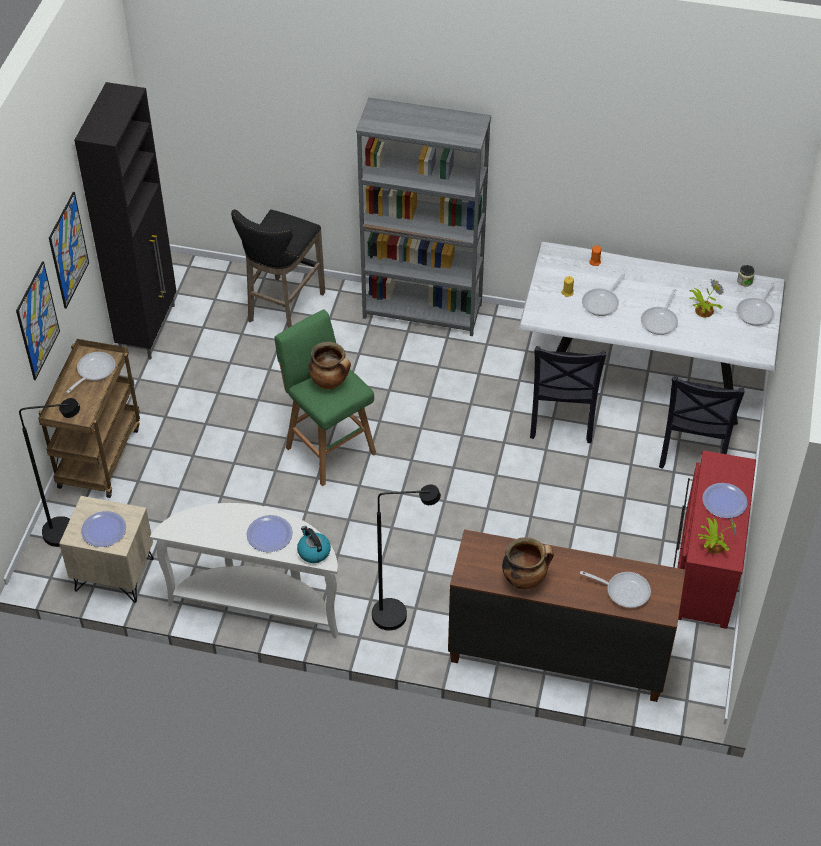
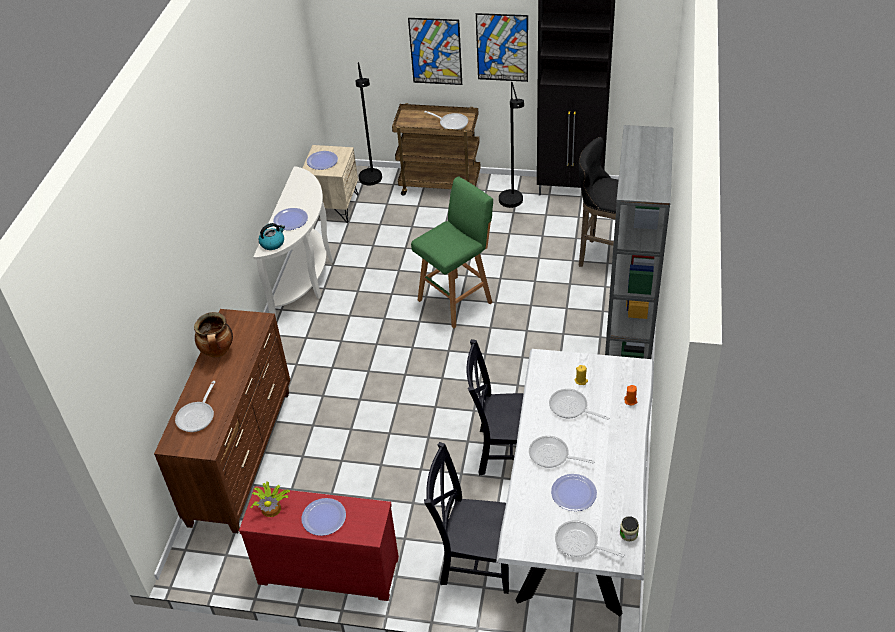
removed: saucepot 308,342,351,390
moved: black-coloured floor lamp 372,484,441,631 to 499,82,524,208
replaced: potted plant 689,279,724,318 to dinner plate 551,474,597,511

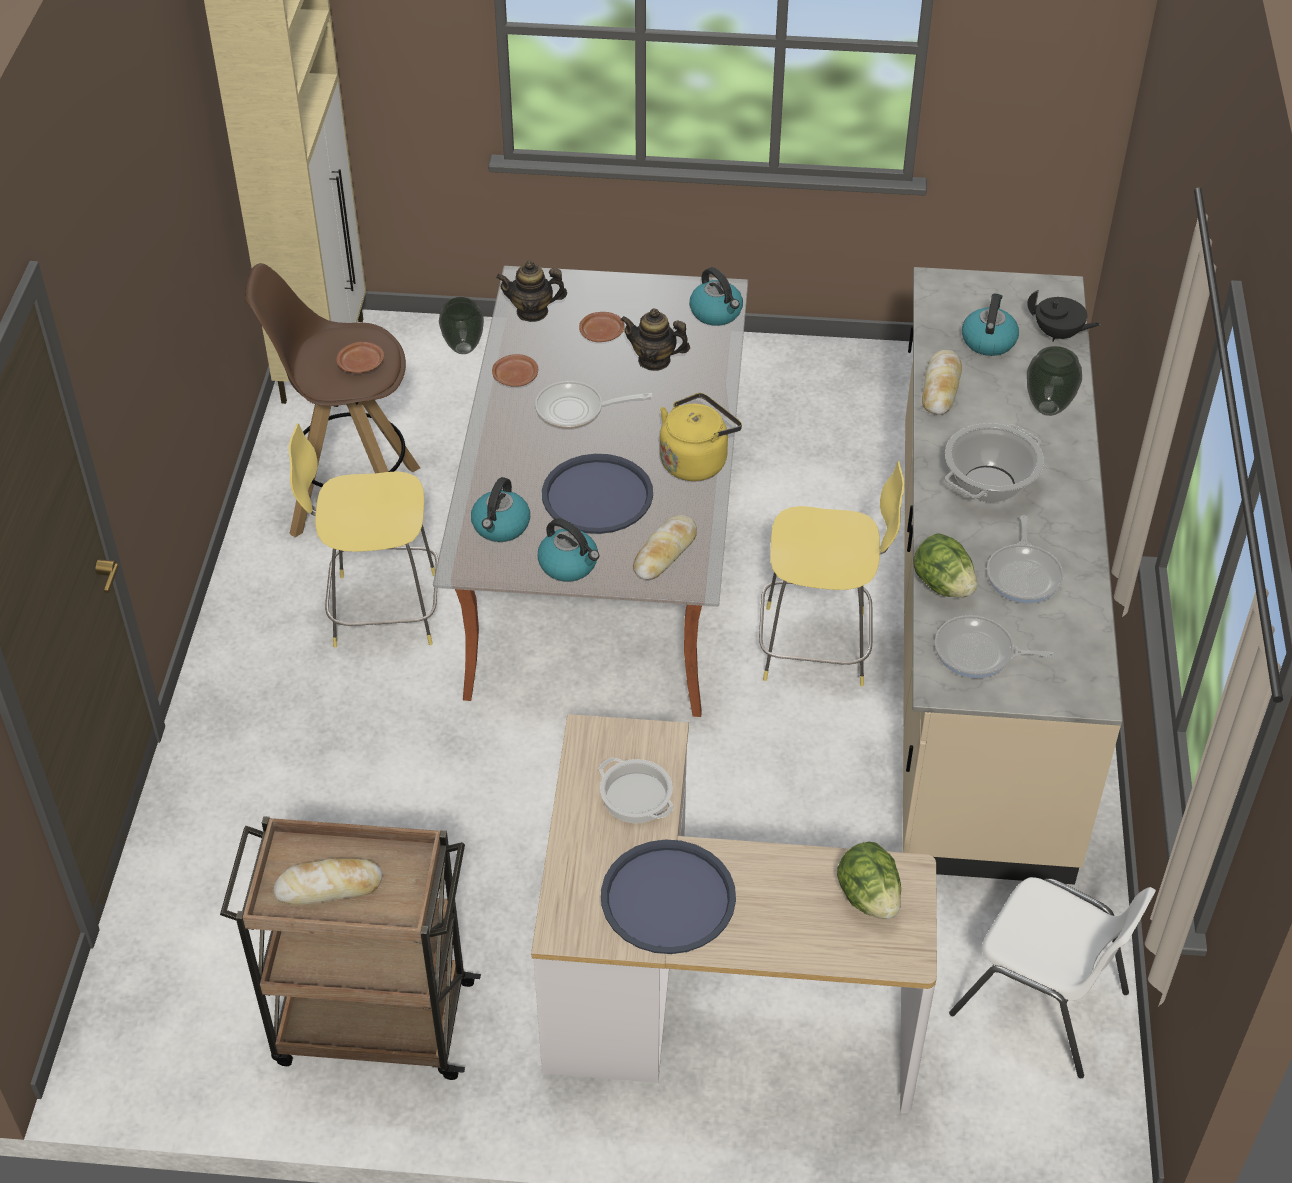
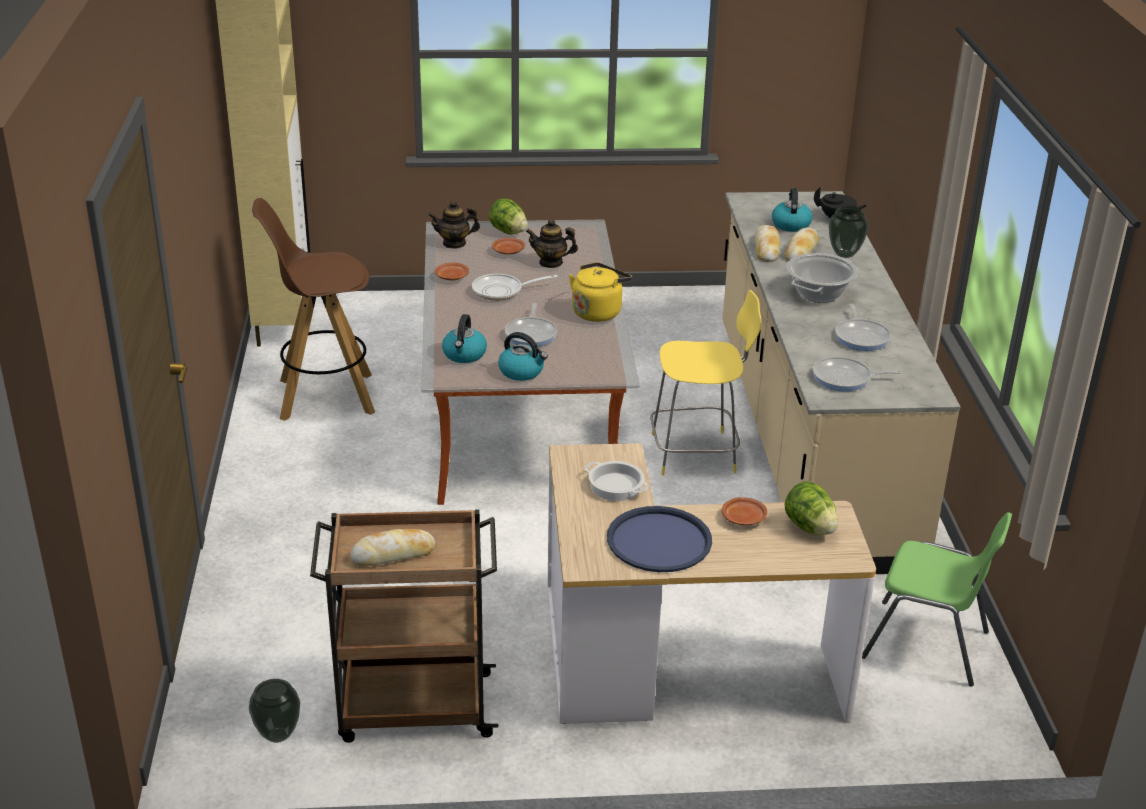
removed: kettle 690,267,743,326; yellow-coloured stool 289,423,438,647
moved: decorative vase 439,297,484,354 to 249,679,300,743; brown-coloured dinner plate 336,342,384,373 to 722,497,768,525; baked bread 633,515,697,580 to 784,228,819,261; lettuce 913,533,977,597 to 489,199,528,234
replaced: bluish tray 542,454,653,534 to pan 505,303,557,347
recoloured: white-coloured plain chair 949,877,1156,1078 to green-coloured plain chair 862,512,1012,687

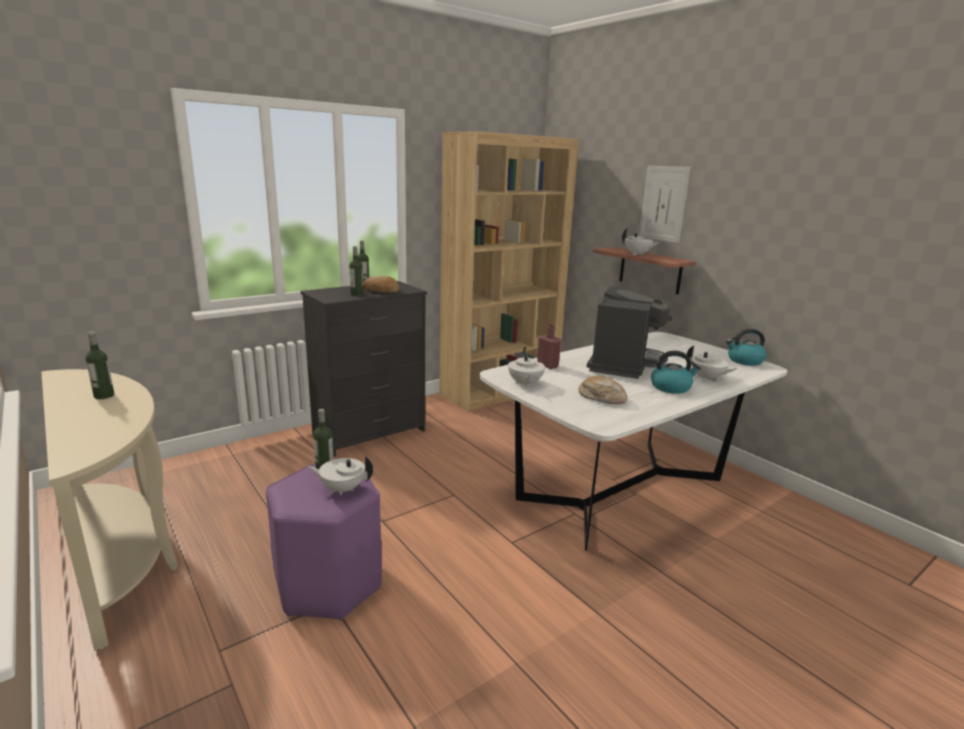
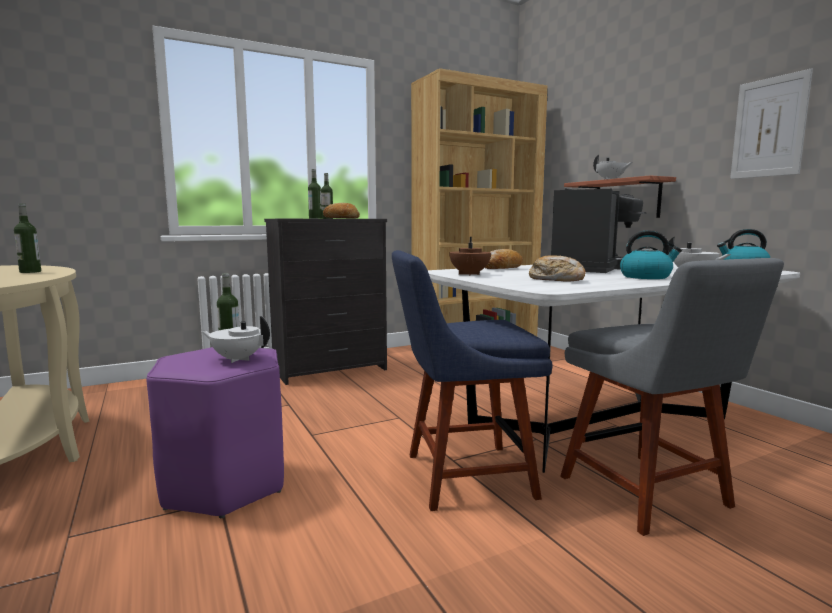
added: bluish plain chair 392,250,553,511; greyish plain chair 560,258,784,536
moved: wall picture 639,166,690,243 to 730,68,813,179
replaced: red-coloured drink bottle 537,322,561,369 to baked bread 485,249,523,269
recoloured: white-coloured pot for tea 508,347,545,388 to brown-coloured pot for tea 449,237,491,276

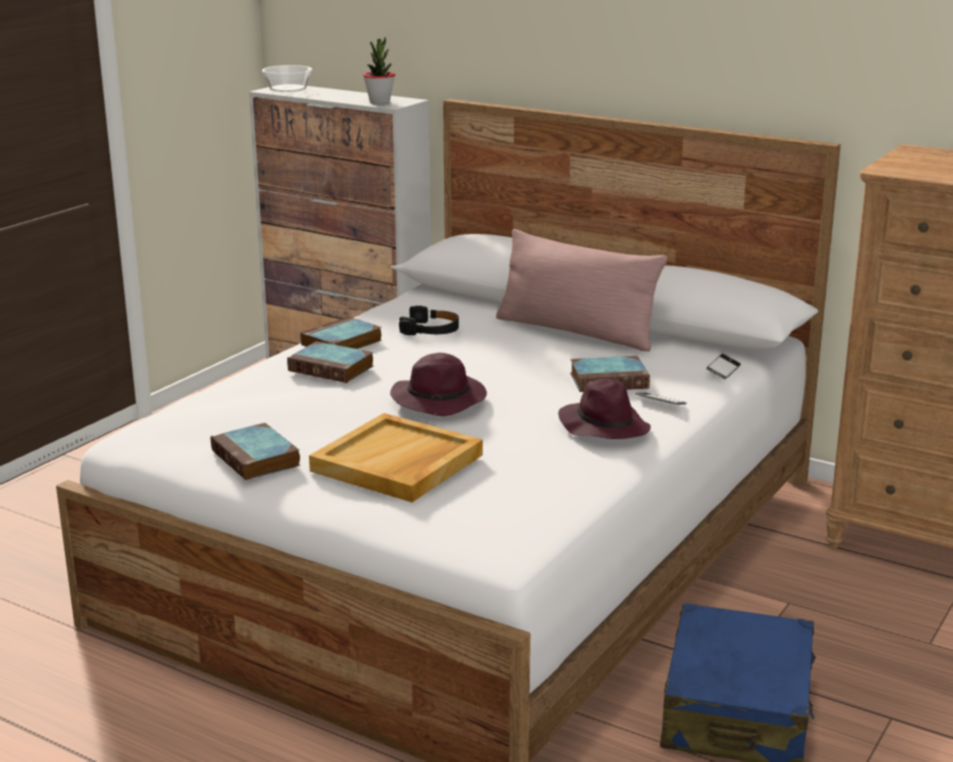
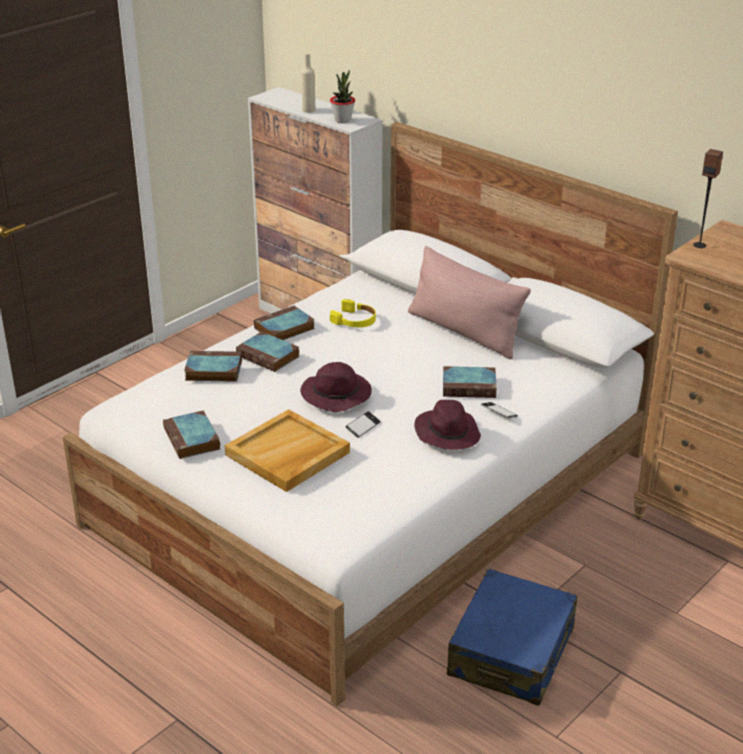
removed: bowl 262,65,312,92
added: beige drink bottle 301,53,315,113; speaker 693,149,723,248; book 184,351,242,382
moved: phone 706,354,741,379 to 346,411,381,438
recoloured: black-coloured pair of headphones 399,306,459,335 to yellow-coloured pair of headphones 330,299,376,327

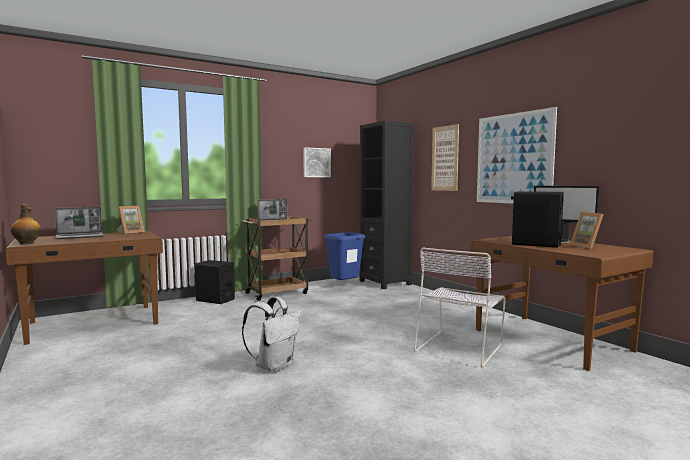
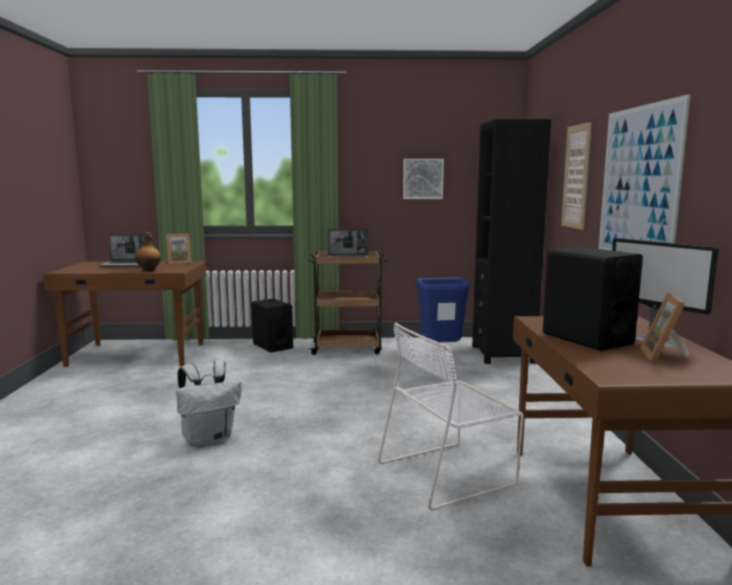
moved: drink bottle 11,204,41,245 to 135,232,161,272

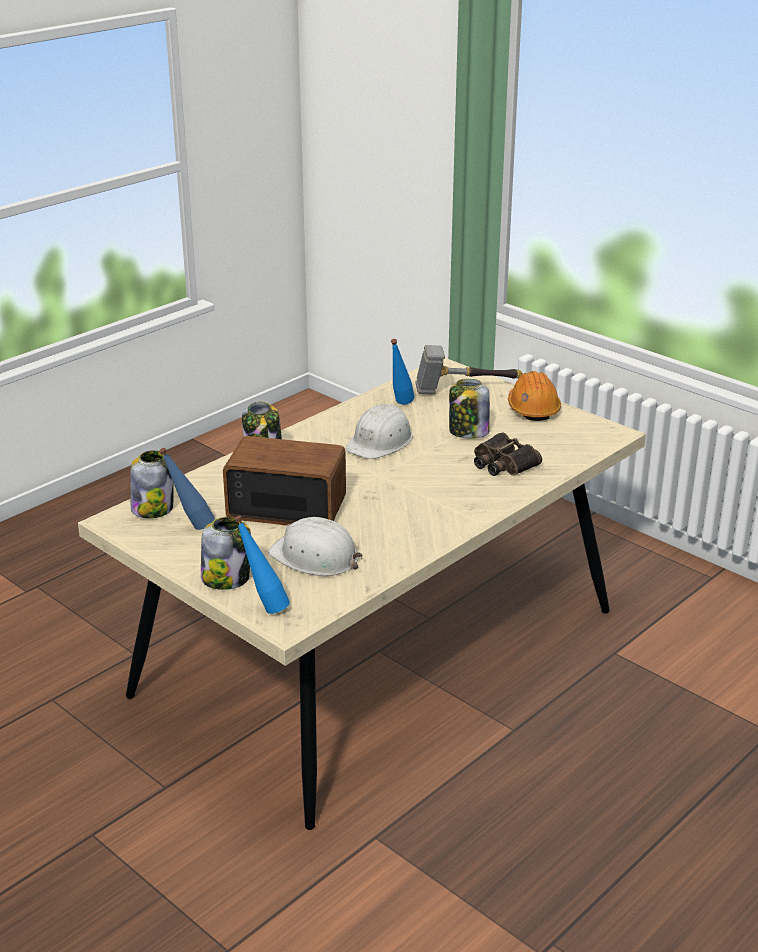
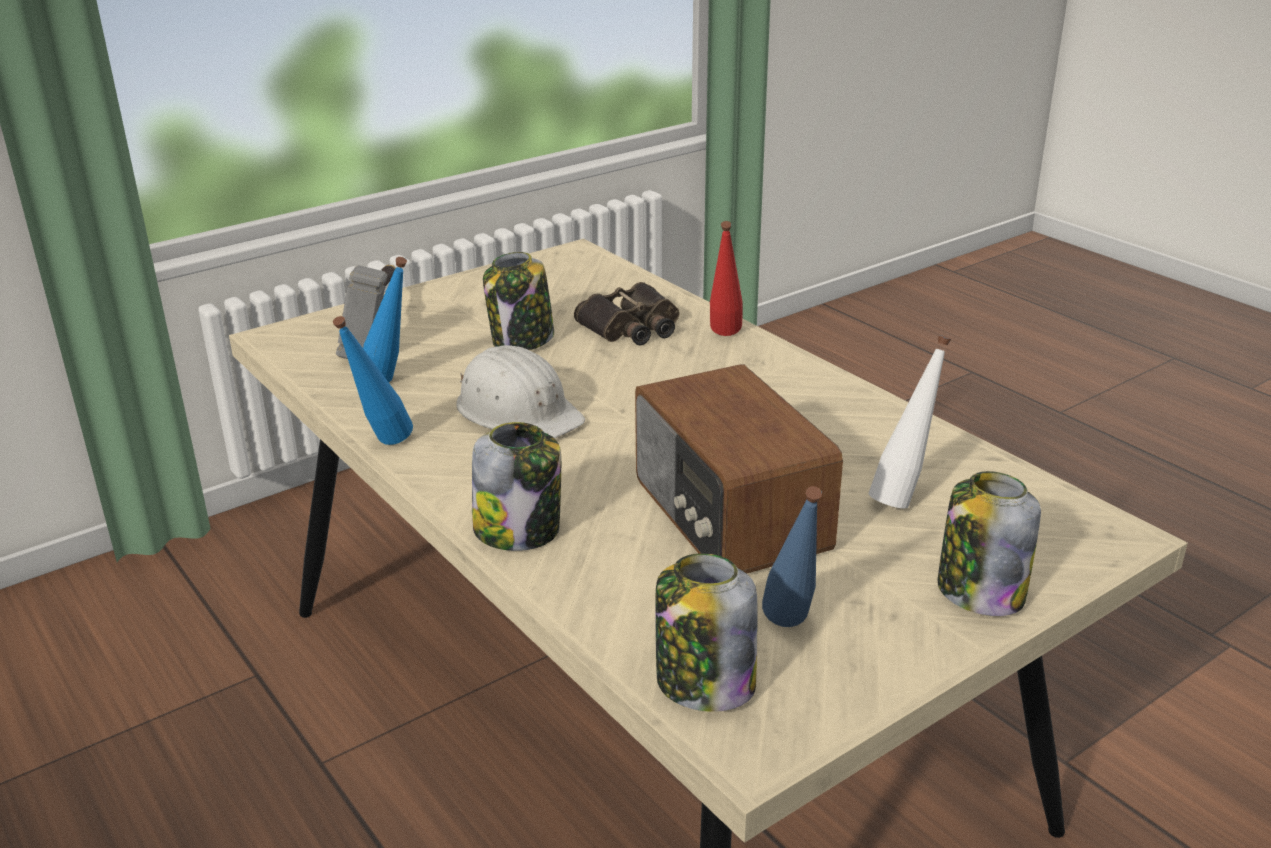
removed: orangey work helmet 508,371,561,421
added: red-coloured drink bottle 710,221,743,336
moved: bluish drink bottle 234,516,290,614 to 333,316,413,445
replaced: white-coloured work helmet 268,517,363,576 to white-coloured drink bottle 868,335,951,508
turned: radio receiver 223,436,346,525 = 635,364,843,574 45 degrees counterclockwise

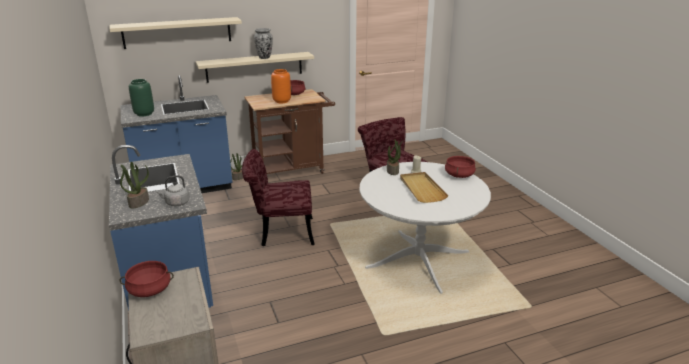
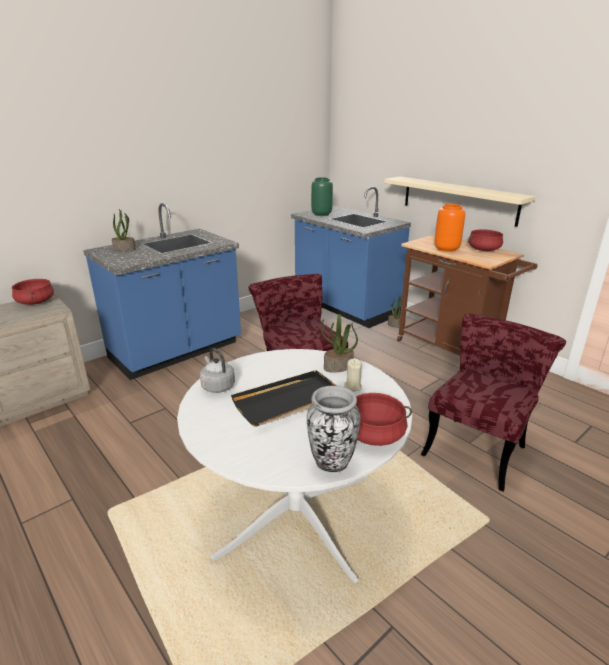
removed: beige bracket shelf 109,17,242,49
moved: decorative vase 254,28,273,59 to 307,386,361,472; greyish kettle 156,175,190,206 to 200,348,235,393
recoloured: beige tray 400,172,448,203 to black-coloured tray 231,370,337,427

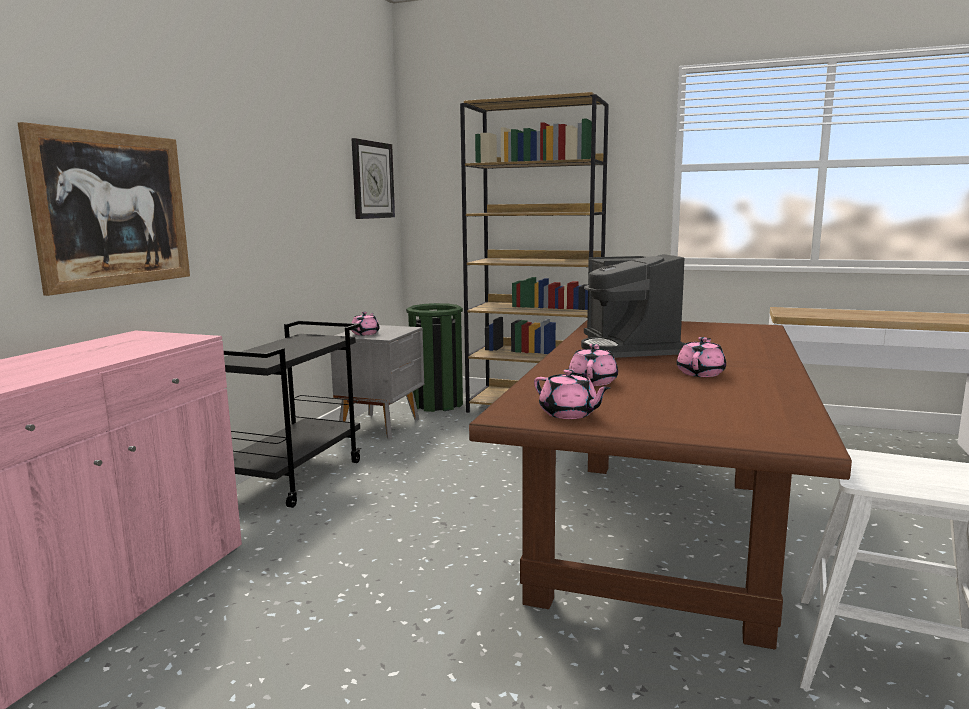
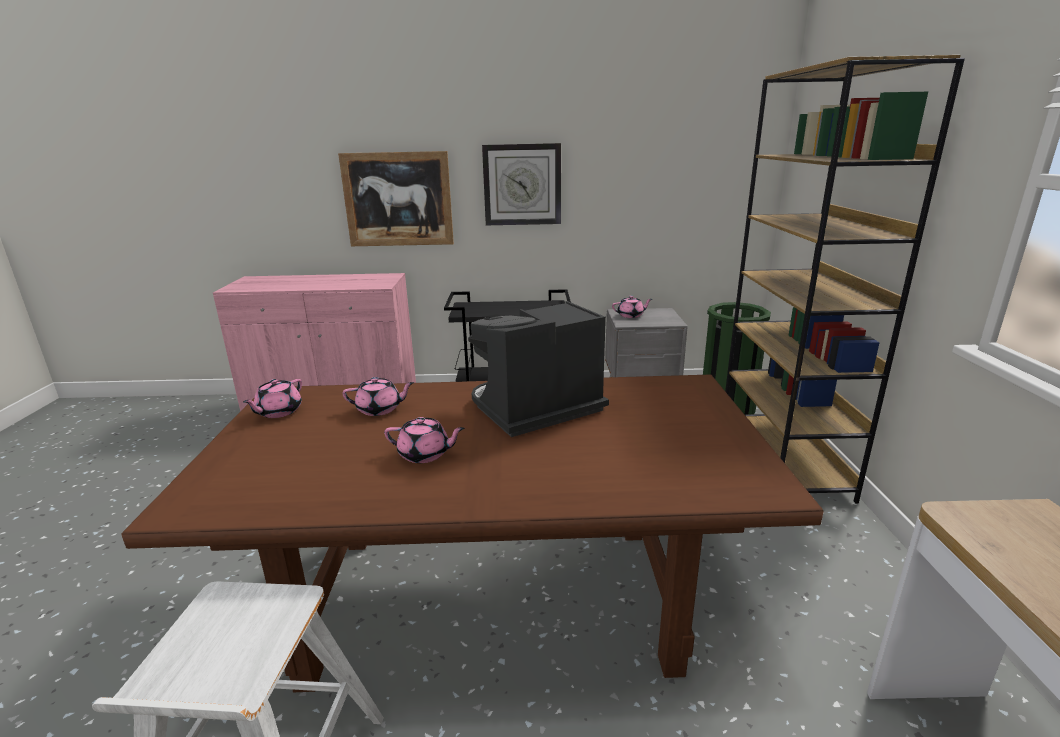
moved: clock on the wall 351,138,395,219 to 482,143,561,225

